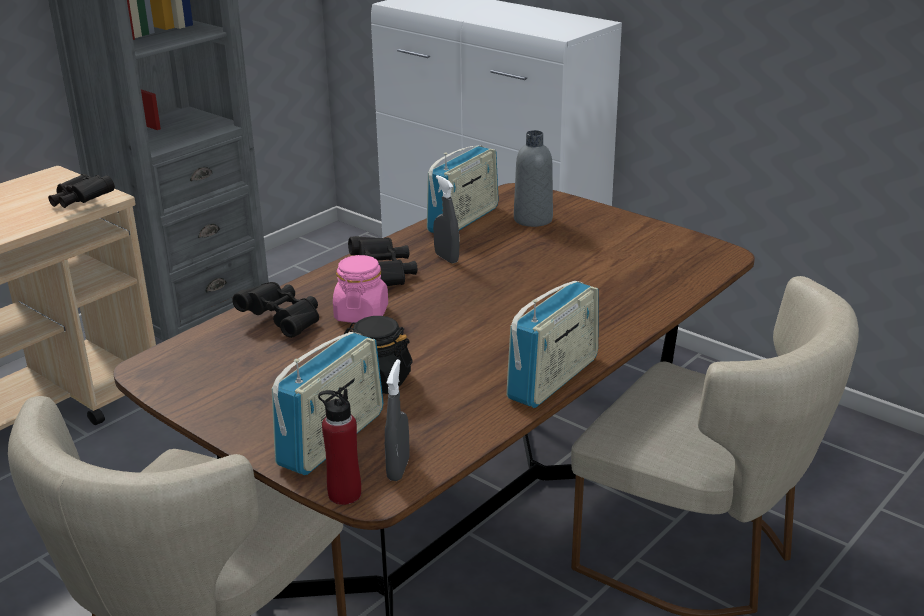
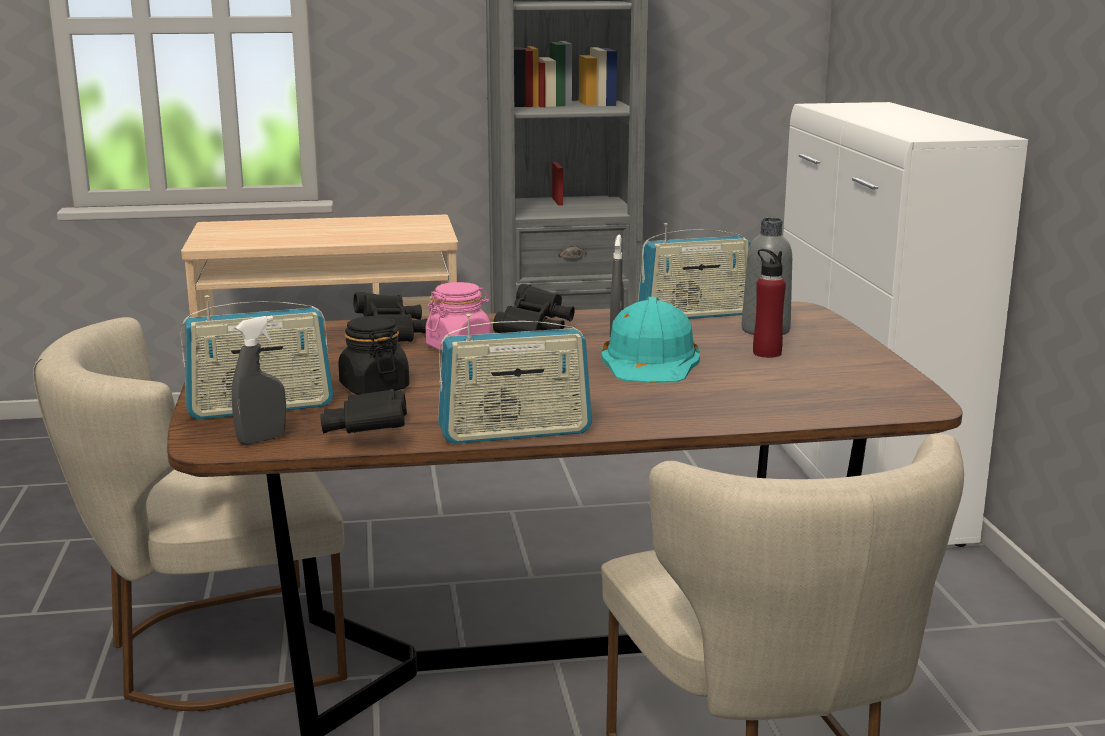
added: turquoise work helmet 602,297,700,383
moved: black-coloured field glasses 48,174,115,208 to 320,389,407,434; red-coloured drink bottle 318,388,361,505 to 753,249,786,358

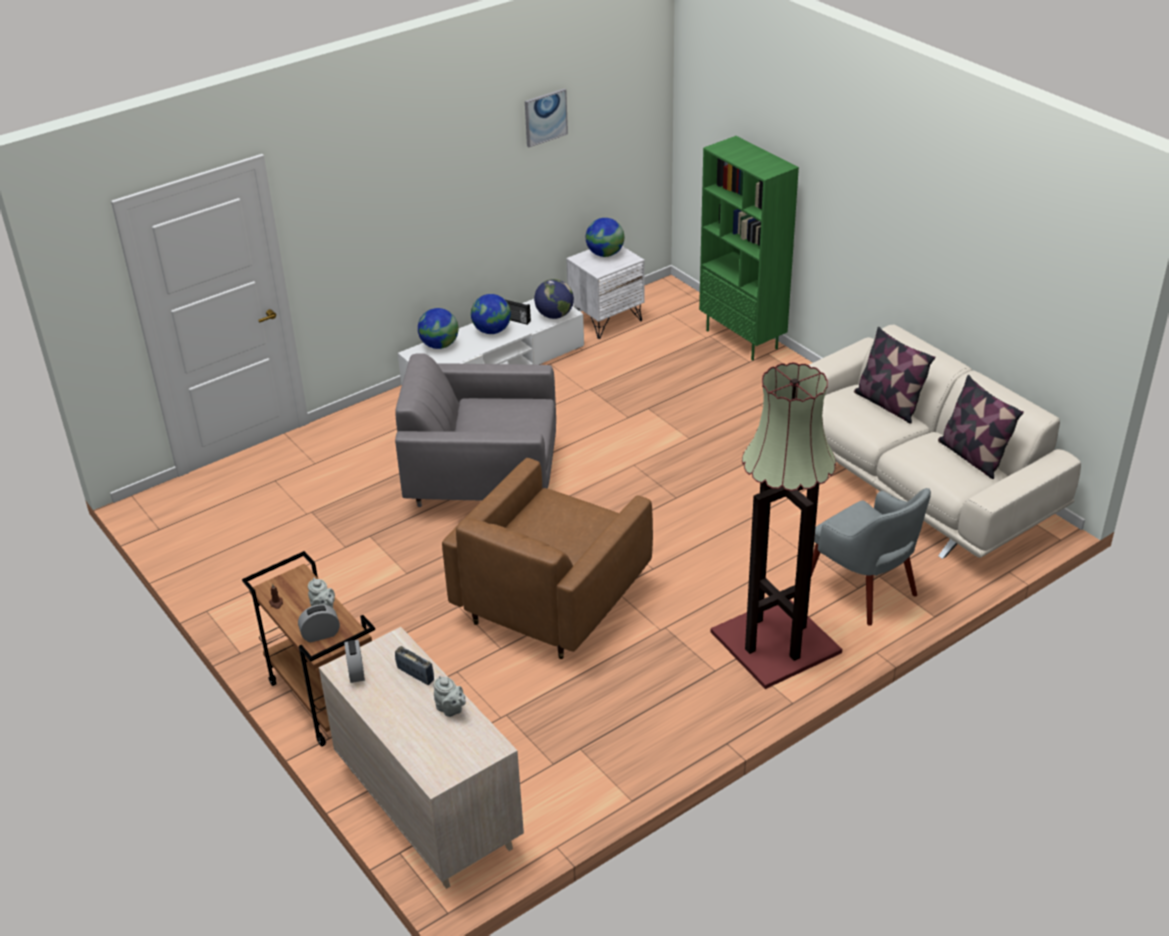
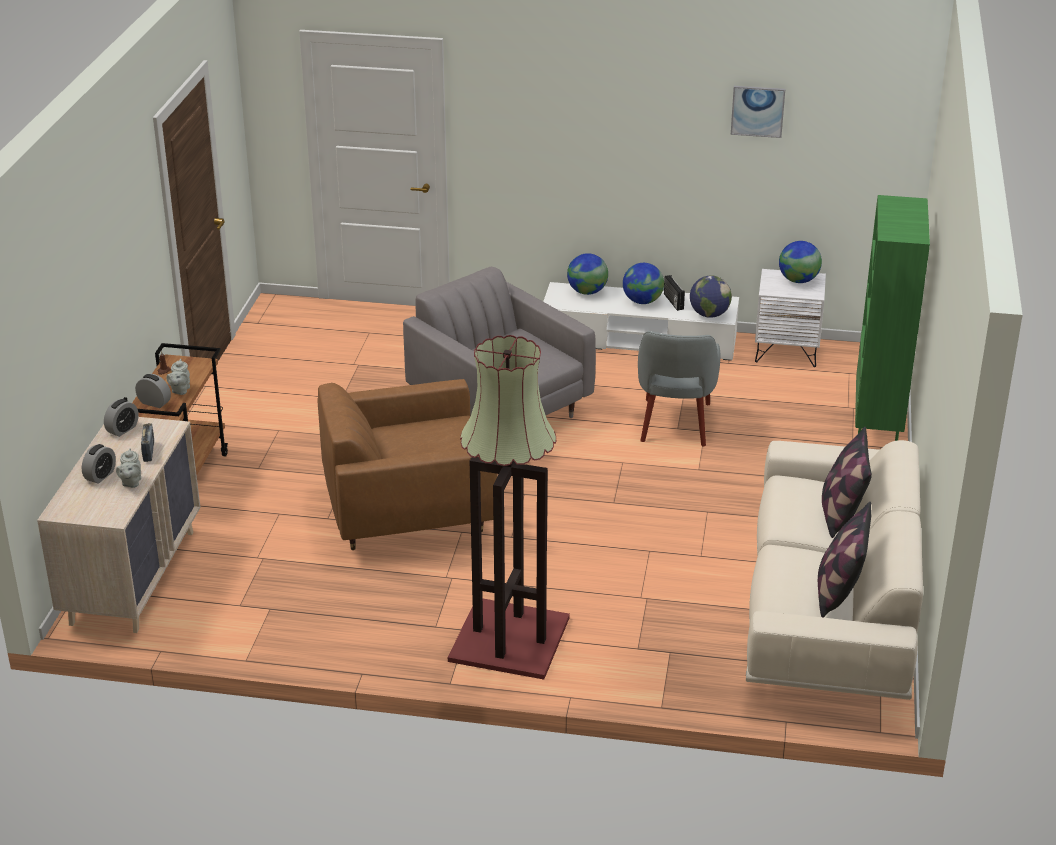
added: table clock 82,444,116,484
moved: greyish easy chair 811,488,931,626 to 638,331,720,447

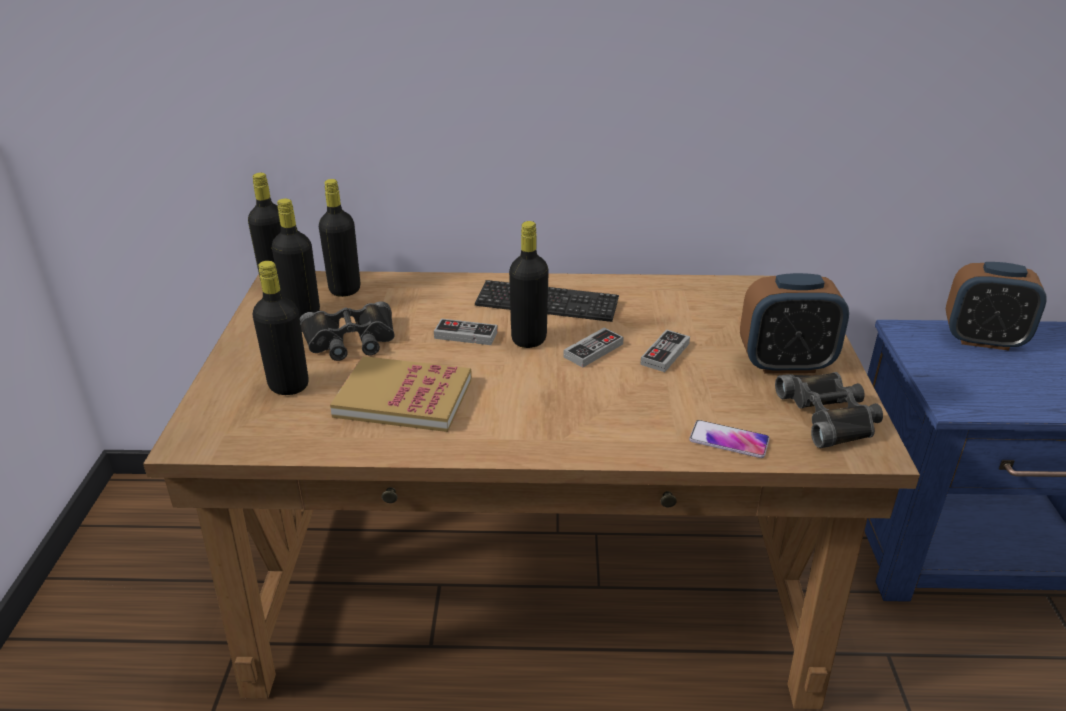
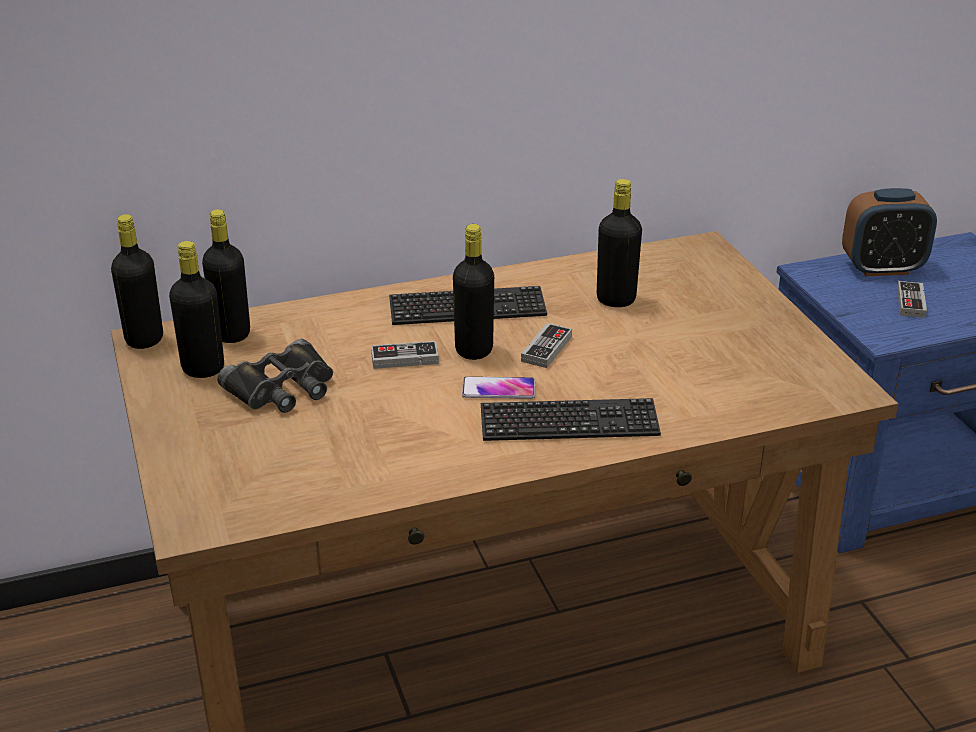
removed: table clock 740,273,849,373; book 330,356,472,432; black-coloured field glasses 775,372,883,448
added: keyboard 481,398,661,441
moved: black-coloured drink bottle 253,261,309,395 to 597,179,642,307; gamepad 640,329,690,372 to 897,281,927,318; phone 689,420,769,458 to 462,377,535,399

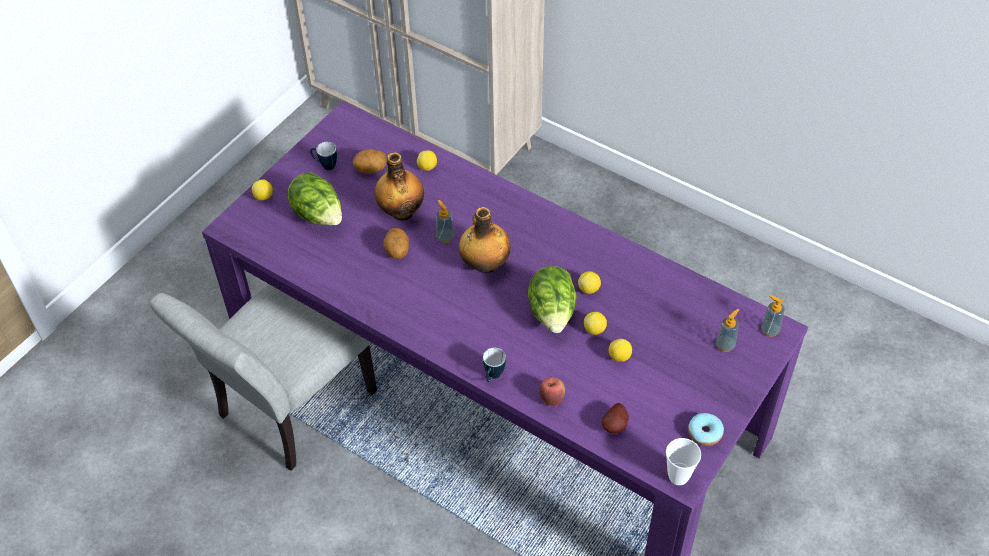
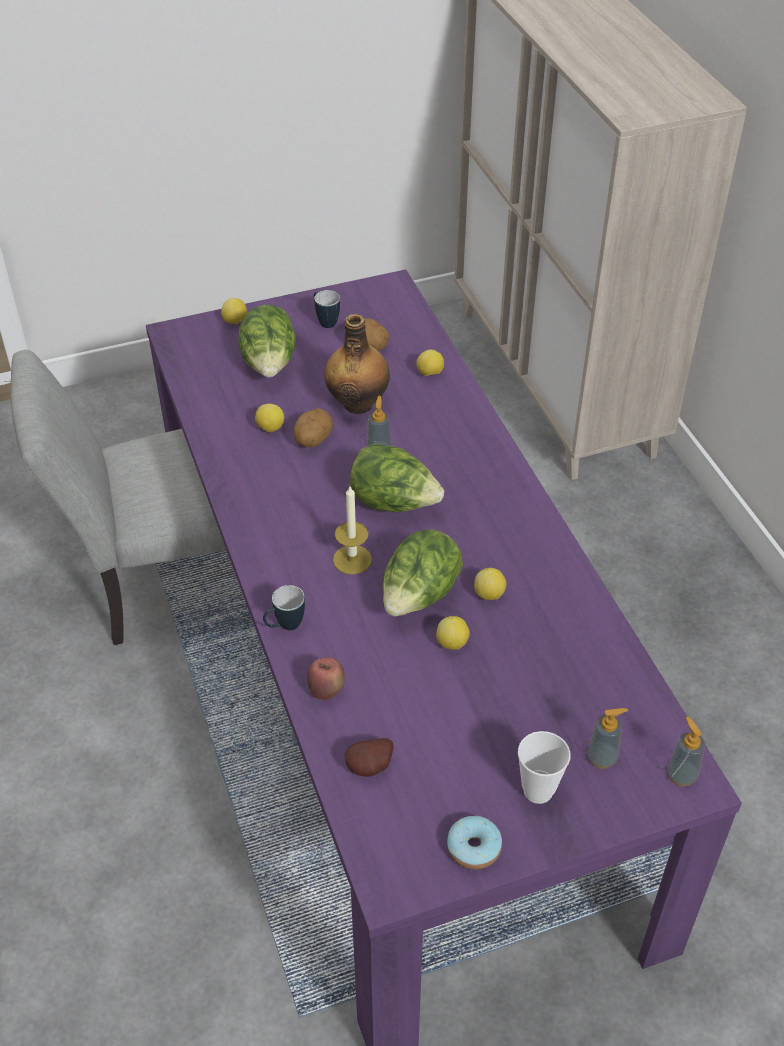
added: wax light 333,486,372,575
moved: whole lemon 609,339,632,361 to 255,404,284,432; drinking cup 666,438,701,485 to 518,731,570,804
replaced: drink bottle 459,207,511,273 to lettuce 350,443,444,512

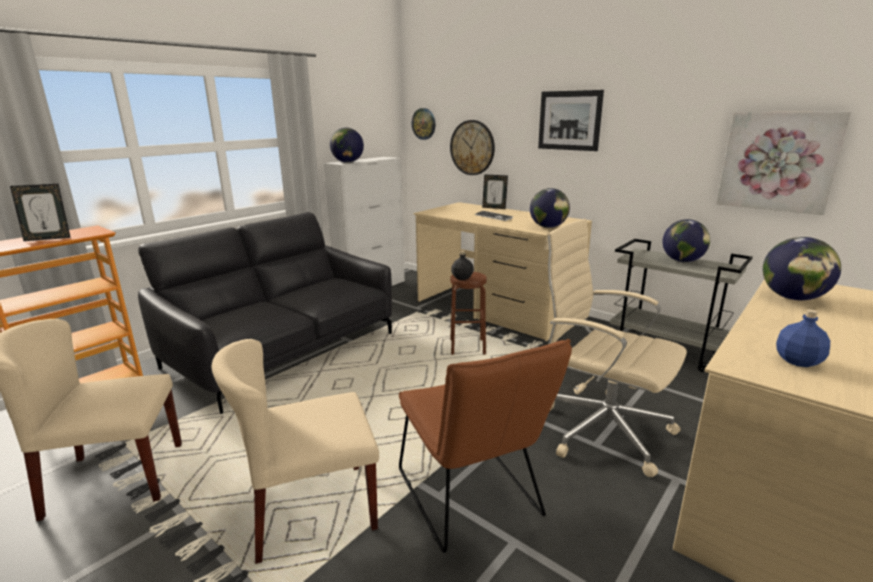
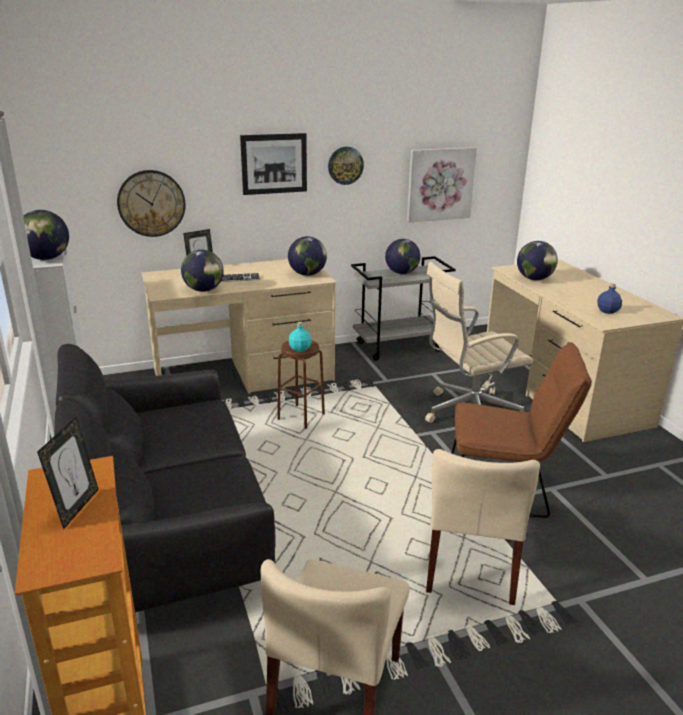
added: desk globe 181,250,224,292
moved: clock on the wall 412,108,435,140 to 328,147,364,185
recoloured: black-coloured drink bottle 451,251,474,280 to turquoise drink bottle 289,322,311,352

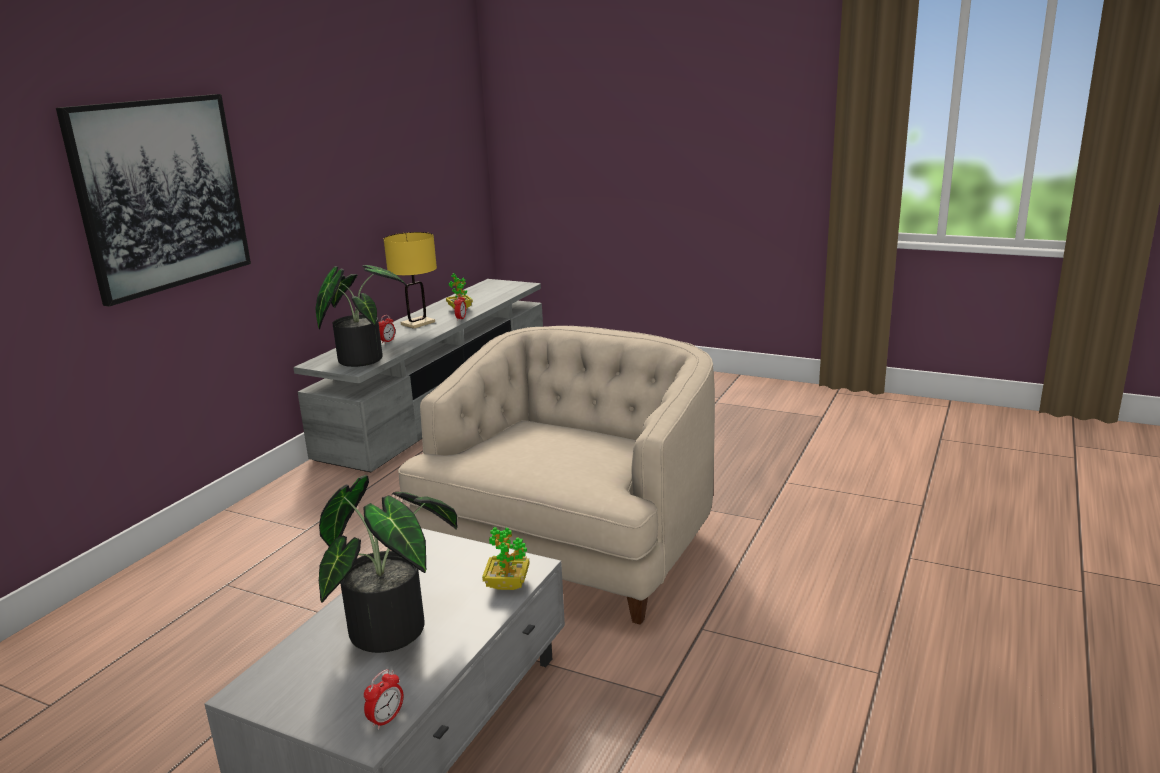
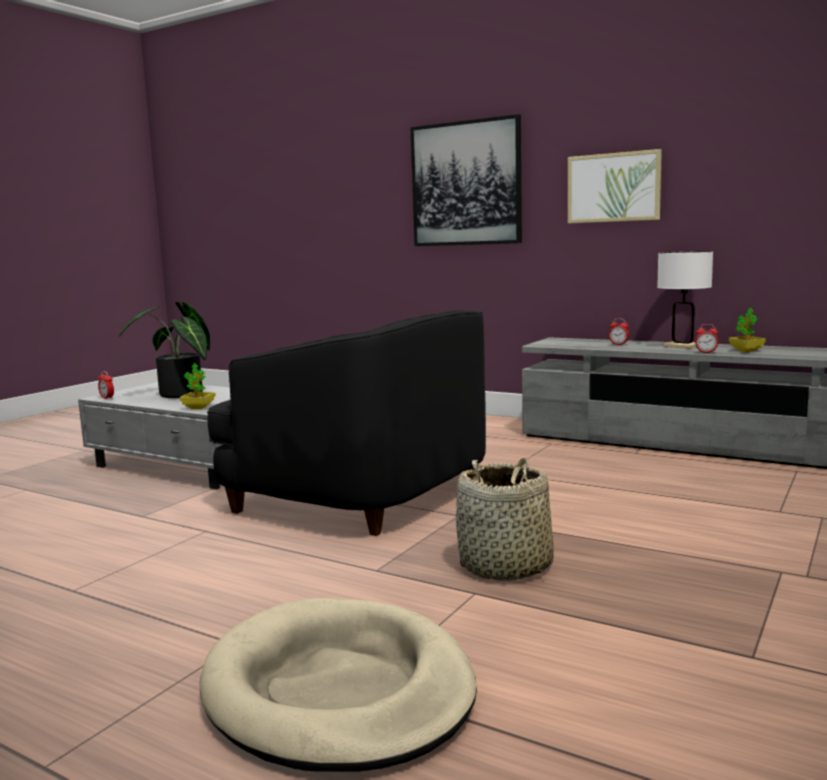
removed: potted plant 315,265,408,367
added: wall picture 568,149,662,223; storage basket 456,458,554,581; beige dog bed 200,598,477,772
recoloured: yellow-coloured table lamp 384,232,437,329 to white-coloured table lamp 657,251,713,349; beige easy chair 398,326,715,625 to black-coloured easy chair 207,310,486,536

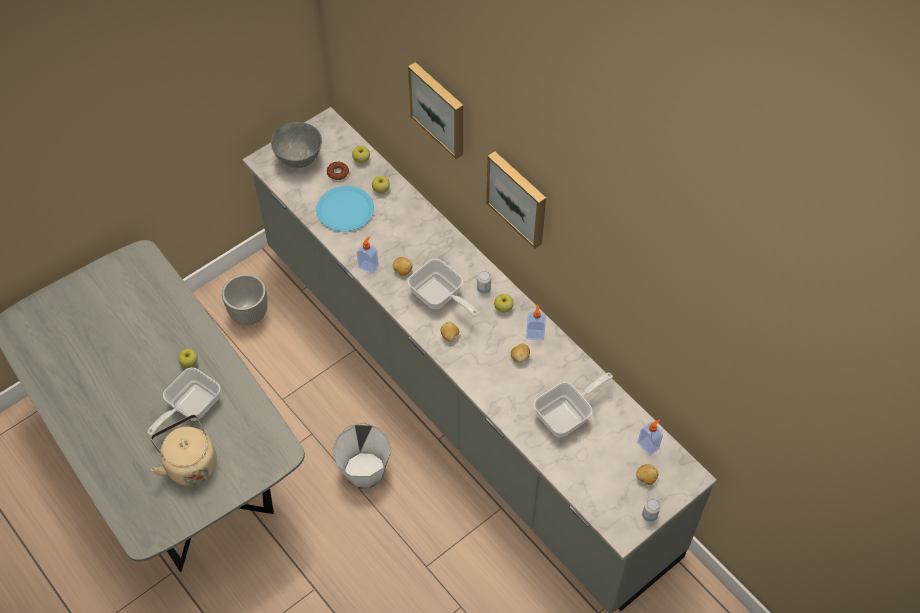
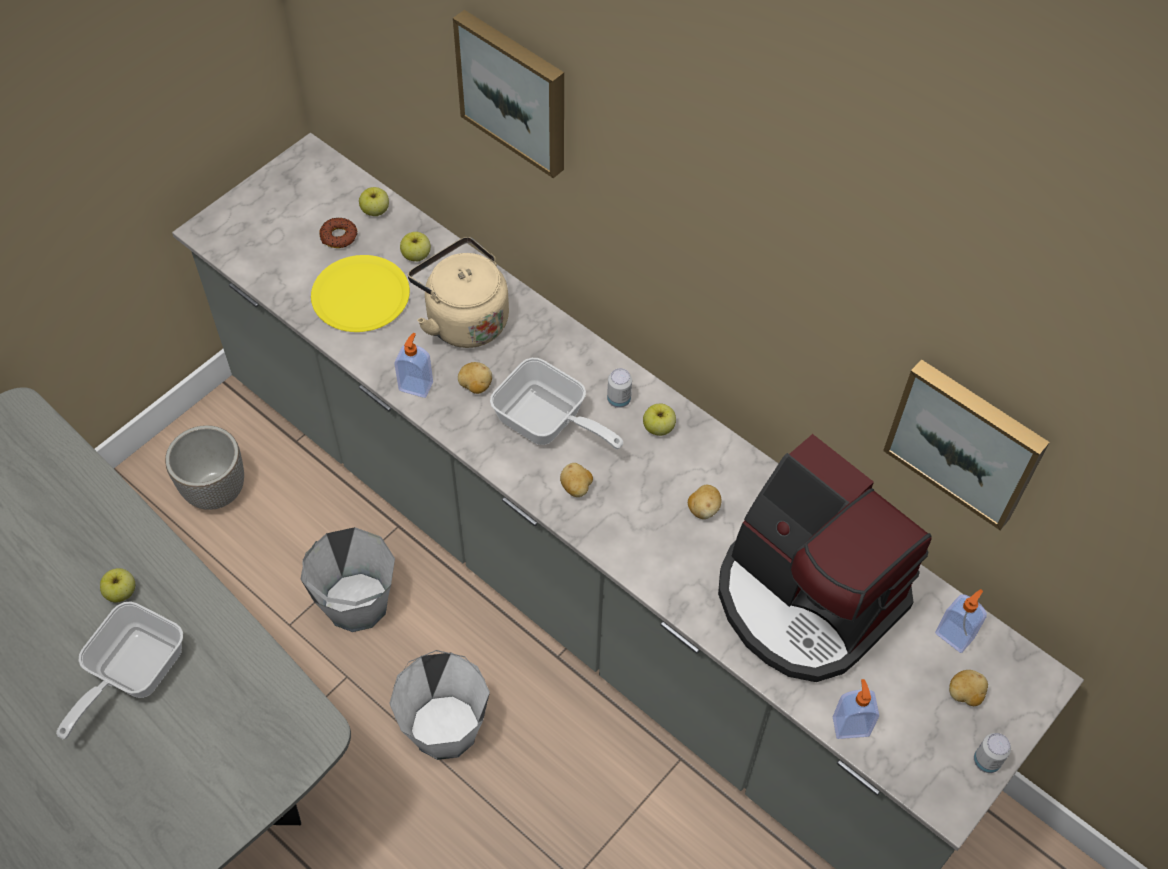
removed: greyish bowl 271,122,322,168
added: greyish bucket 301,527,395,632
moved: wall picture 486,151,546,249 to 883,359,1050,530; soap dispenser 526,305,546,340 to 833,679,879,739; beige kettle 150,415,217,486 to 408,237,509,348
replaced: pan 533,373,613,437 to coffee machine 718,434,932,682
recoloured: bluish dinner plate 316,186,374,232 to yellow-coloured dinner plate 311,255,410,332

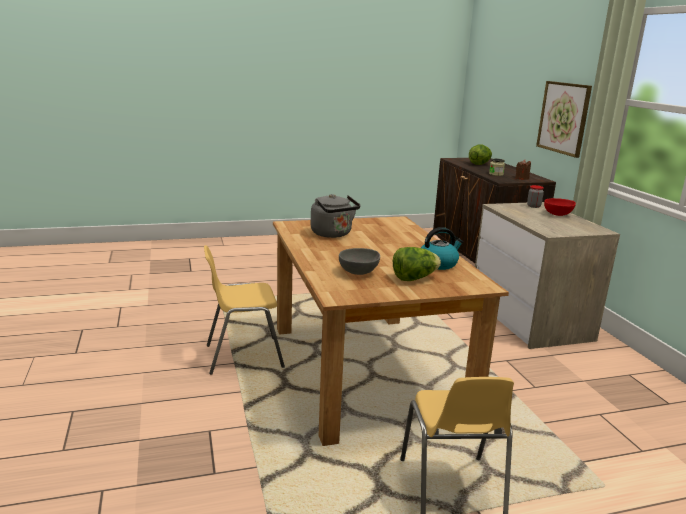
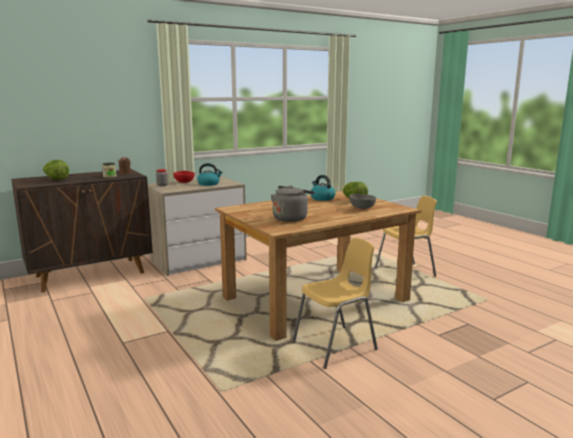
removed: wall picture 536,81,592,158
added: kettle 197,163,222,186
turned: yellow-coloured plain chair 204,245,285,375 = 292,238,378,369 90 degrees counterclockwise

